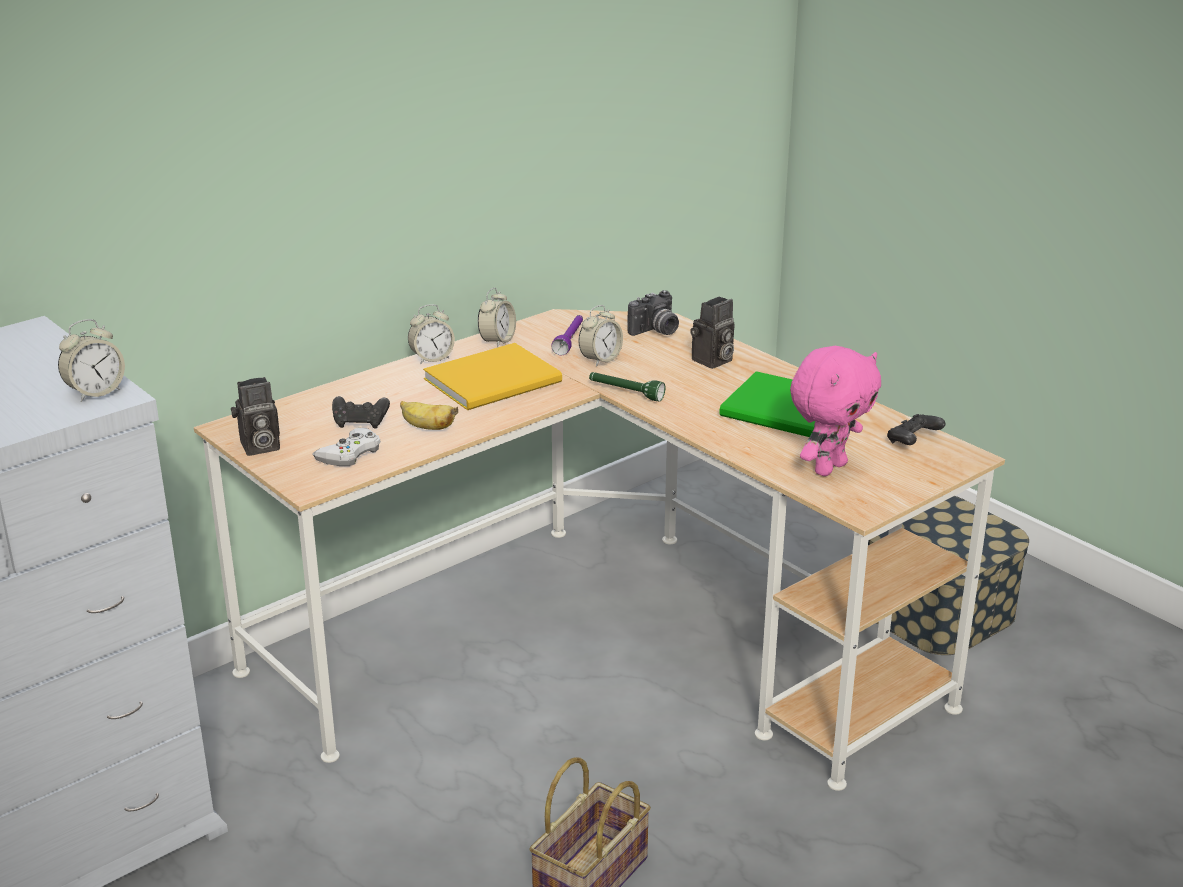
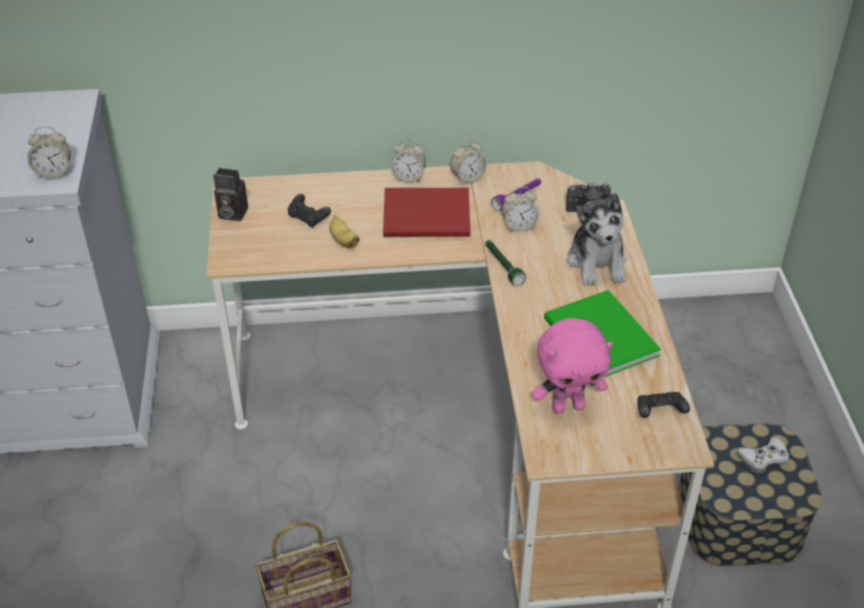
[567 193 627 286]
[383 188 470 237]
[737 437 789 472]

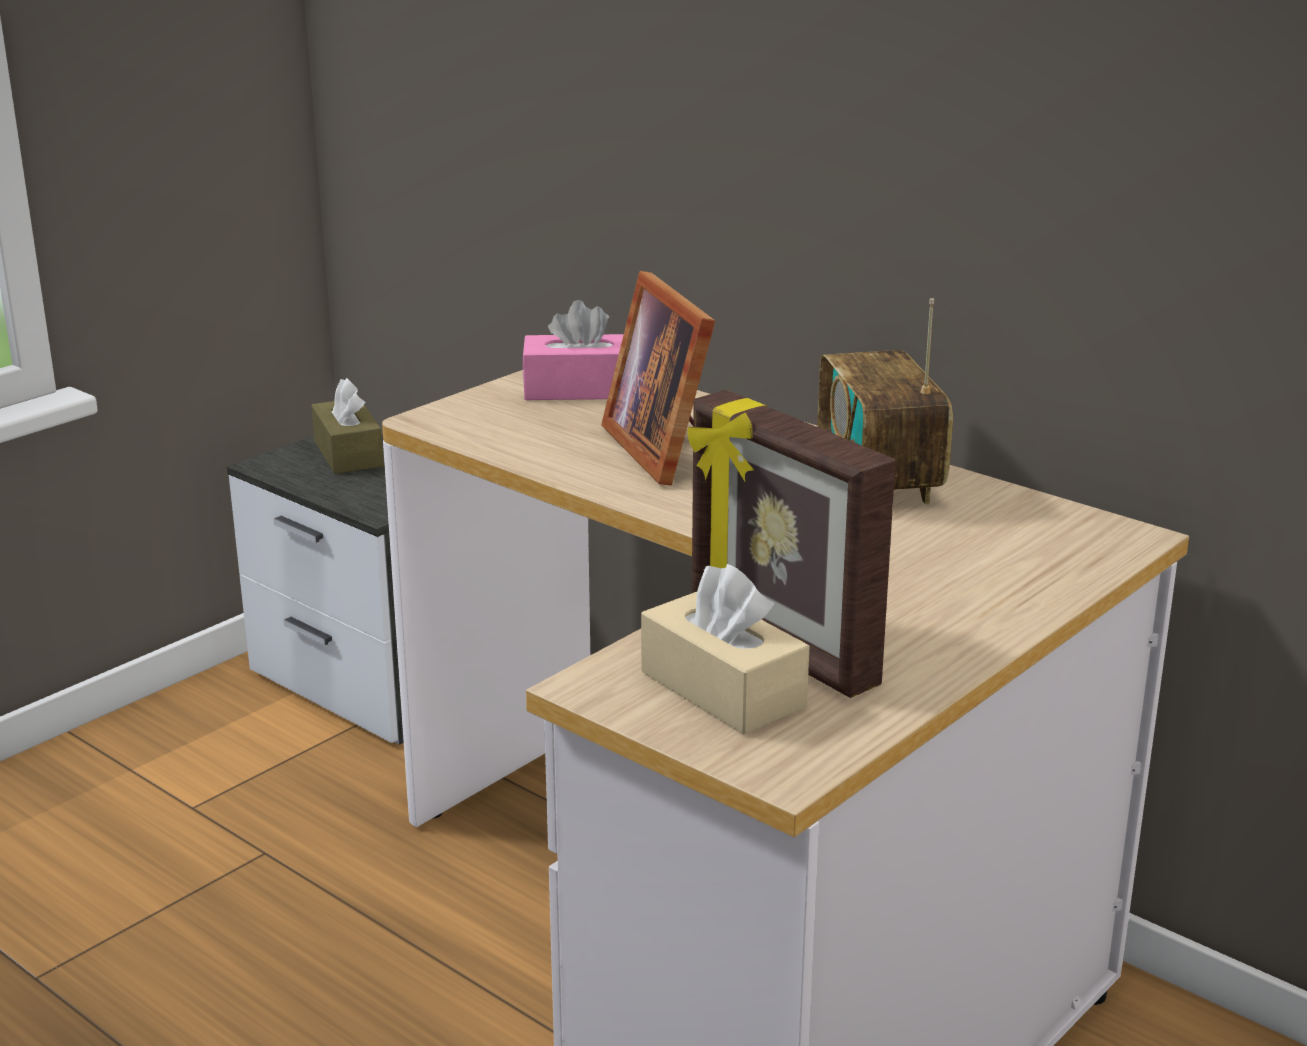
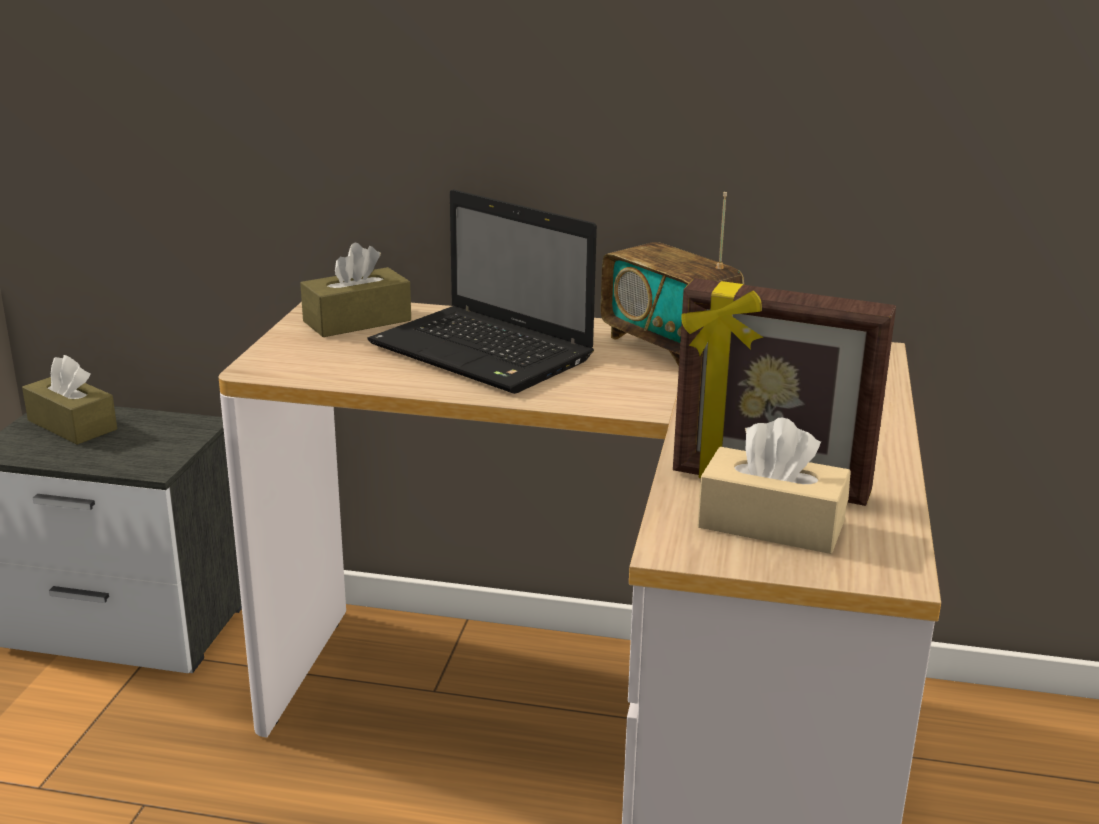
[367 190 597 394]
[300 243 411 337]

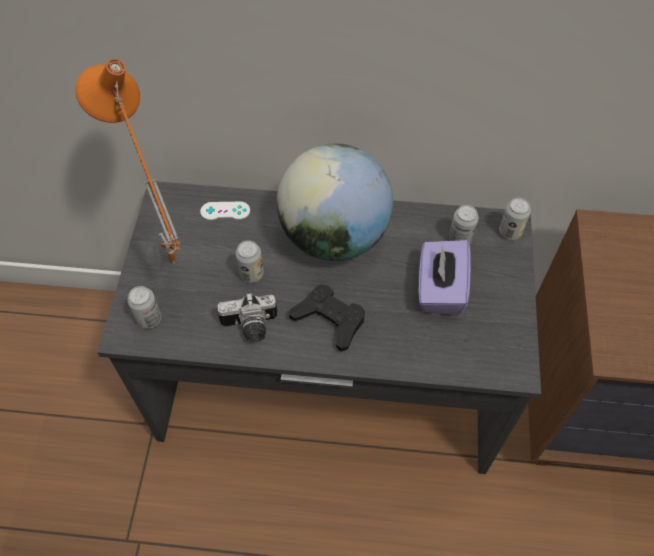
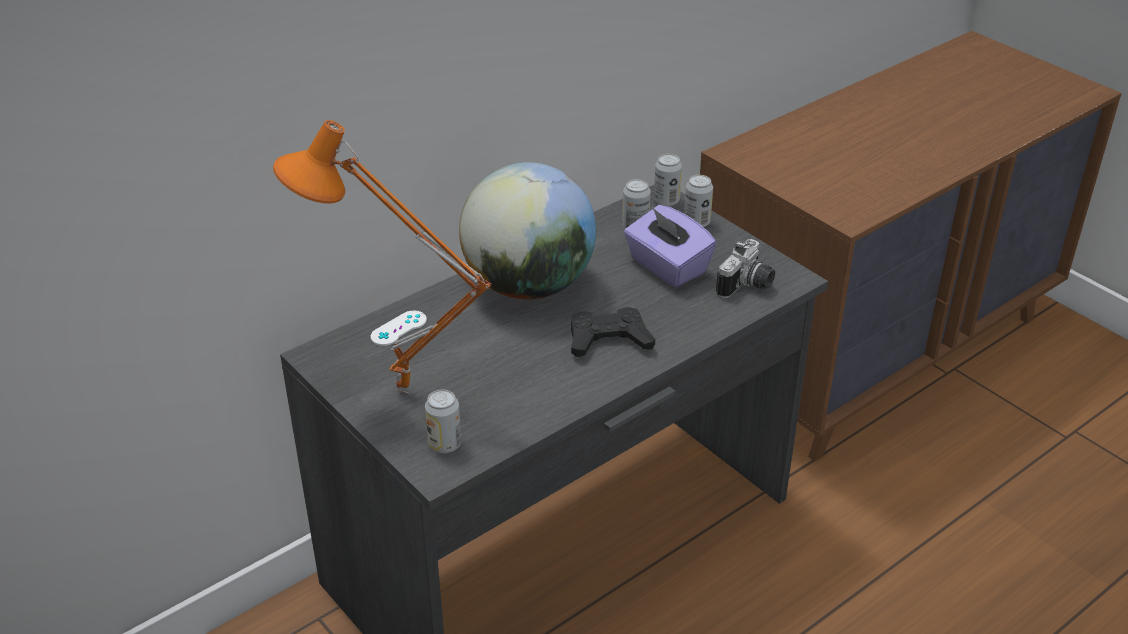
[684 175 713 227]
[716 239 775 298]

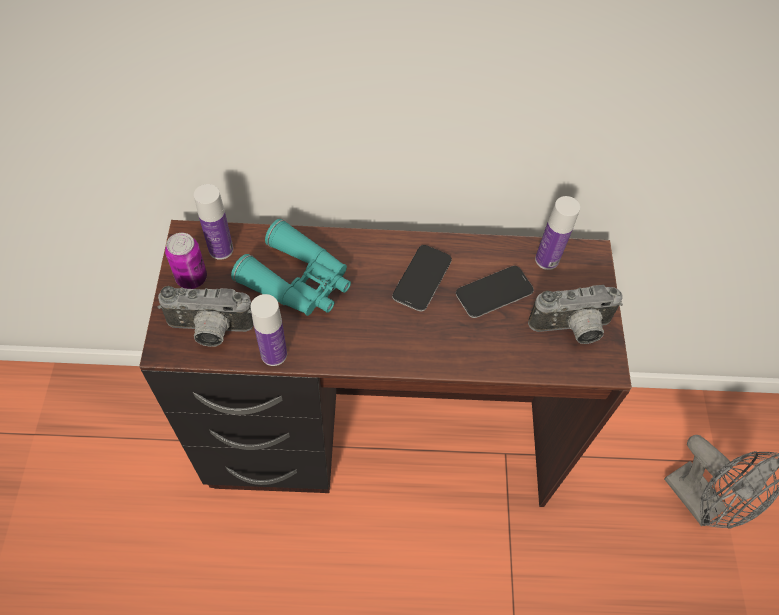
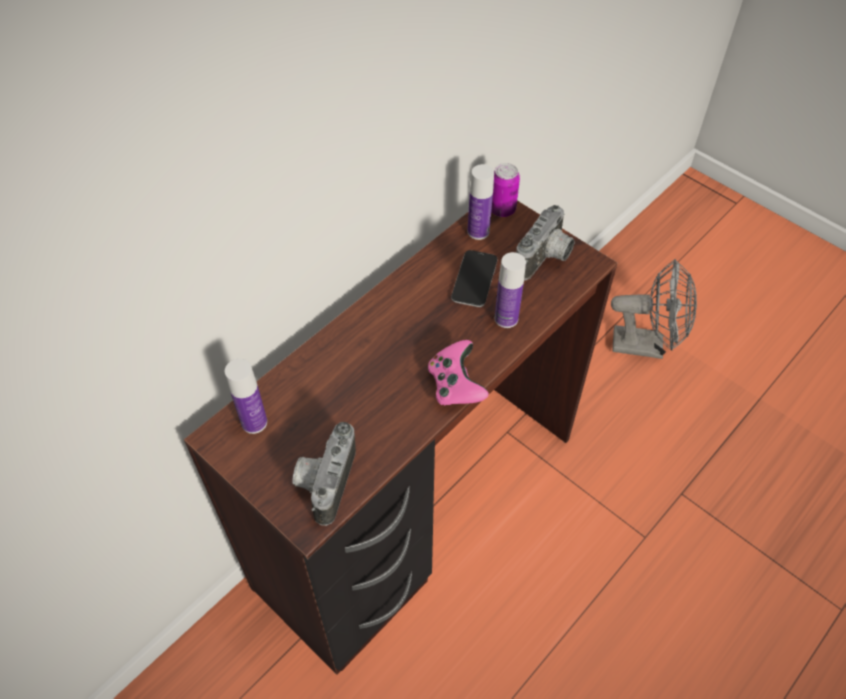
[231 219 351 316] (first image)
[491 163 520 217]
[392 245 452 312] (first image)
[292 422 356 526]
[495 252 526 328]
[428 340 489 406]

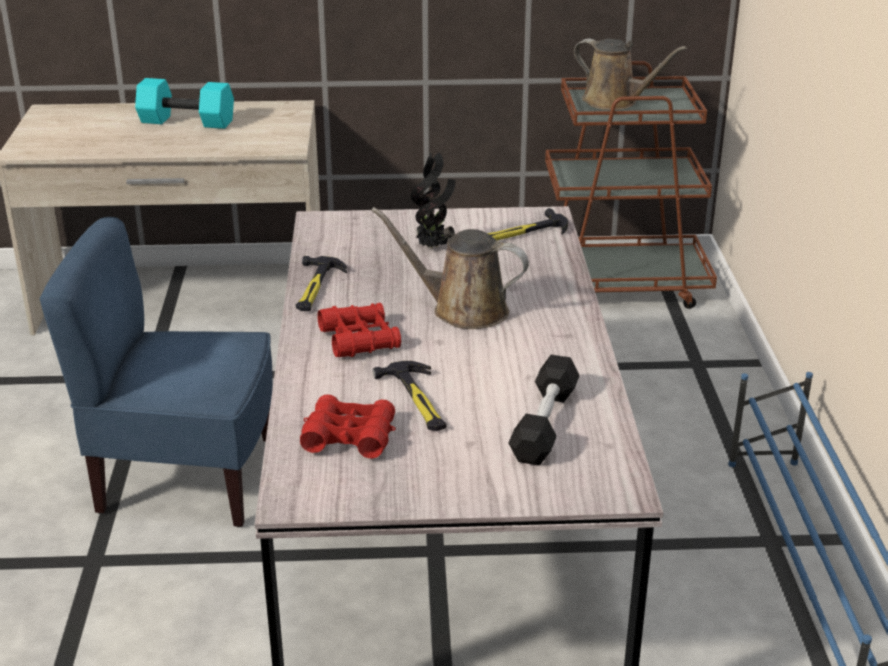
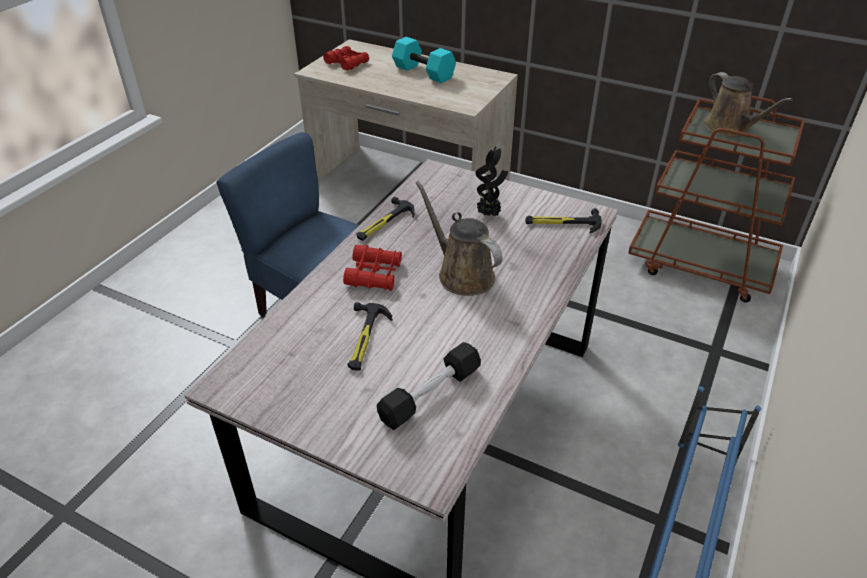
[323 46 369 70]

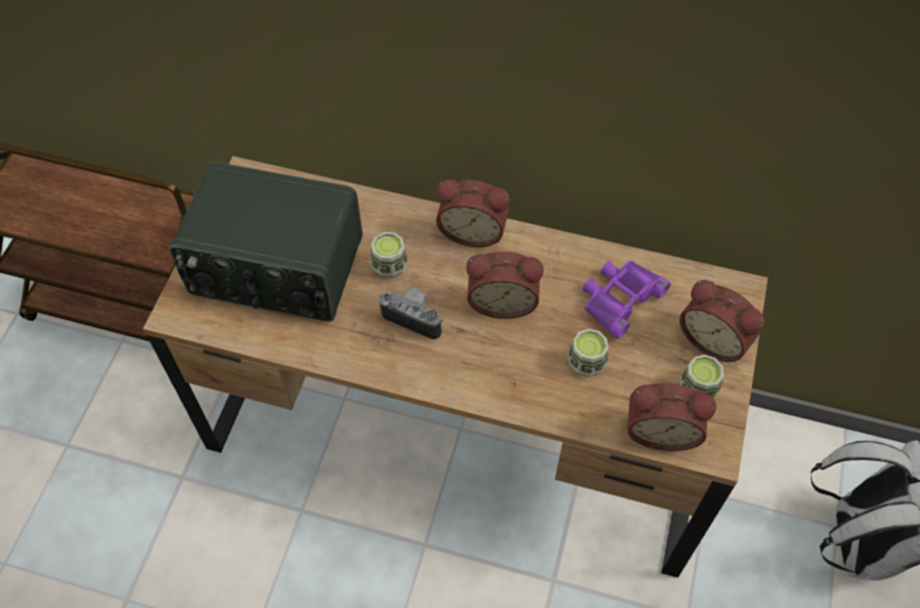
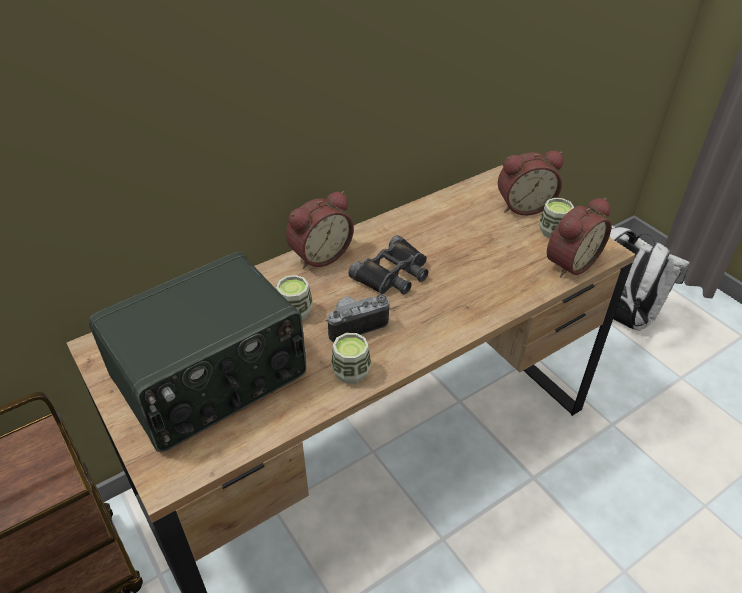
[348 235 428 294]
[582 261 671 339] (first image)
[331 333 371 384]

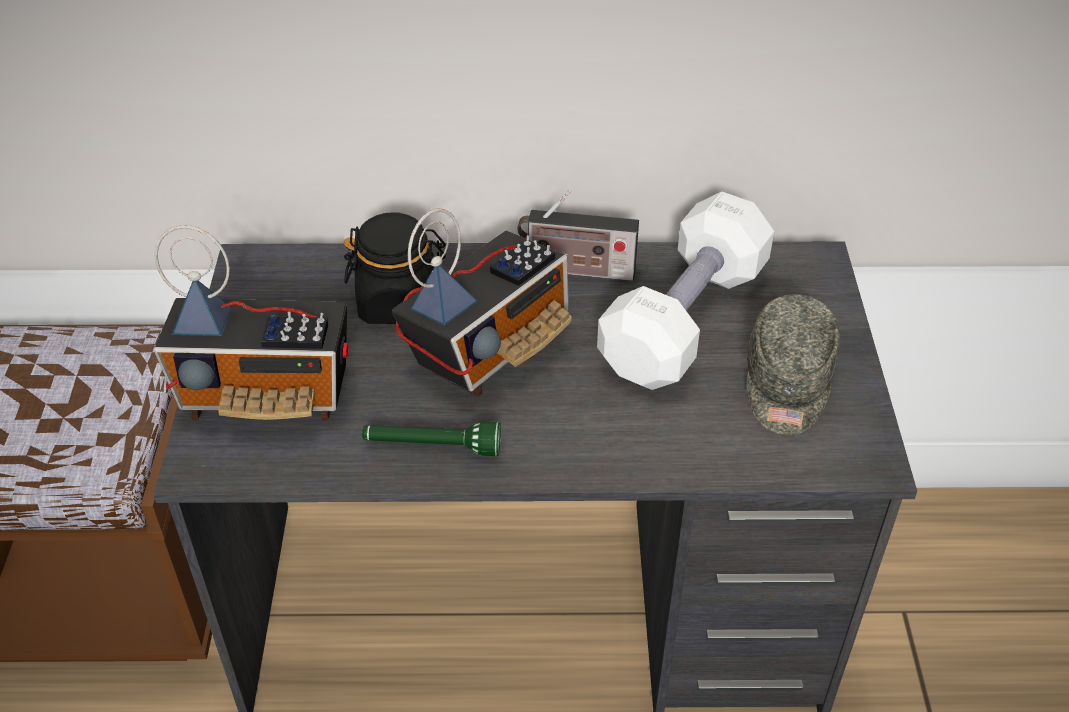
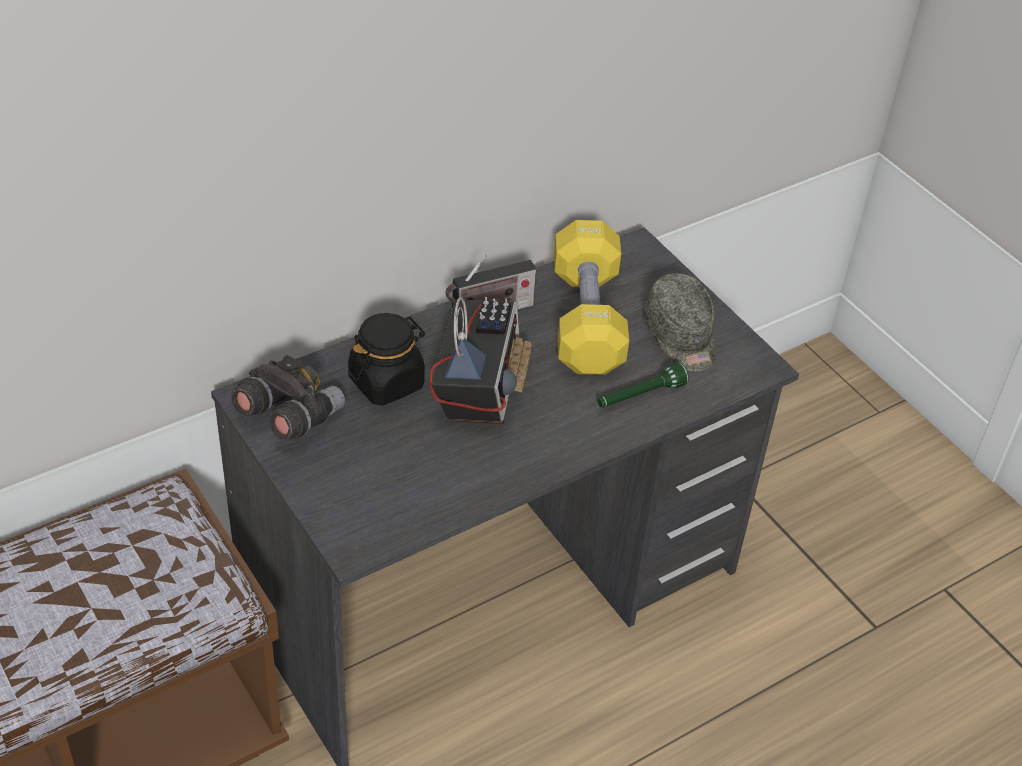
[554 220 629 375]
[154 225 348 421] (first image)
[598 362 689 408]
[231 355 345 441]

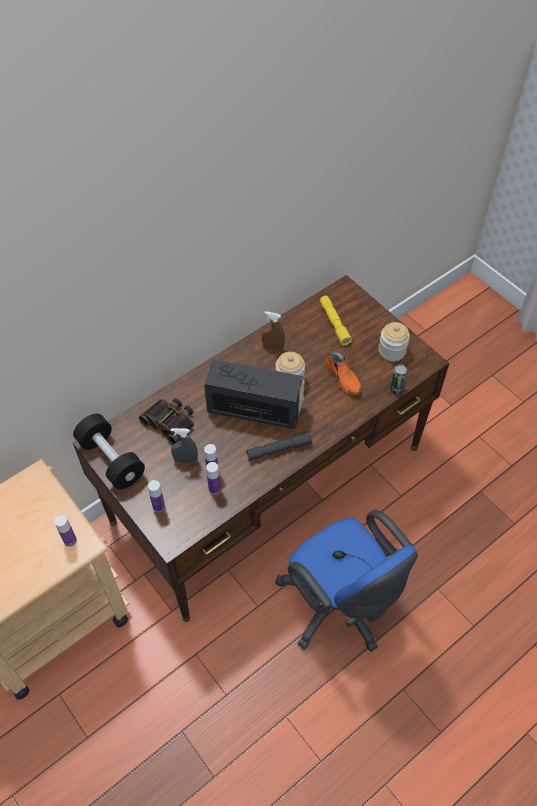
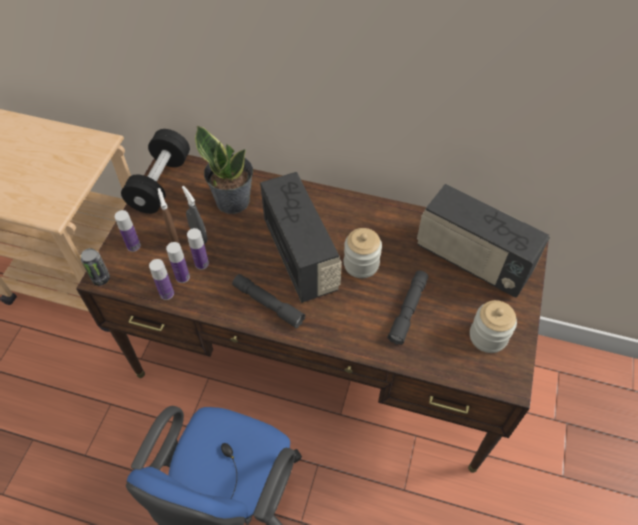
[417 184 550 298]
[158 188 180 244]
[387 271 428 345]
[81 248 110 286]
[195 126 253 214]
[149 259 174 300]

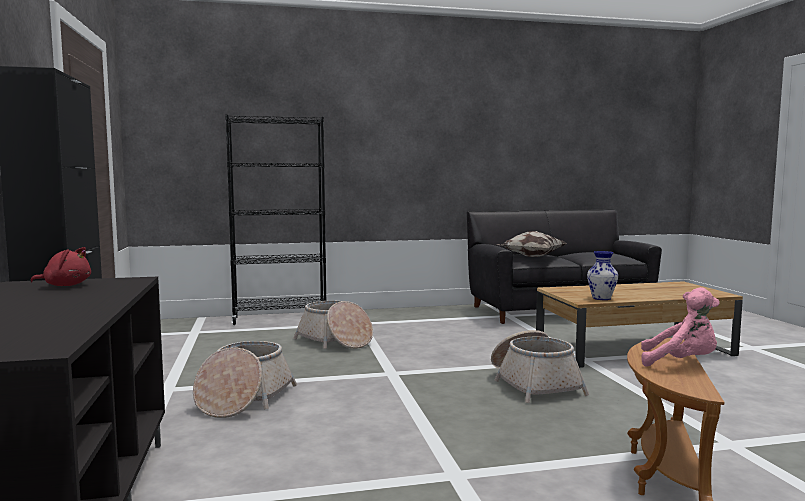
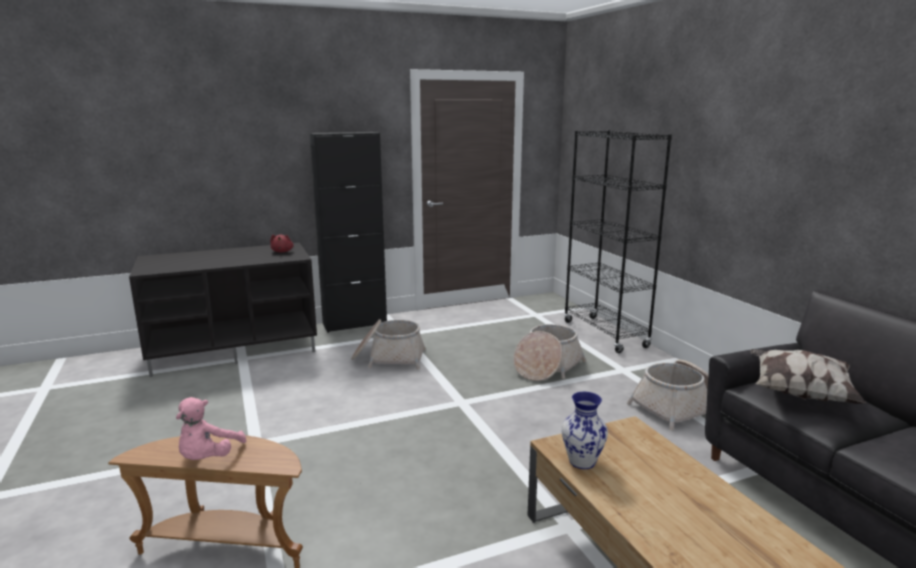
[627 360 709 431]

